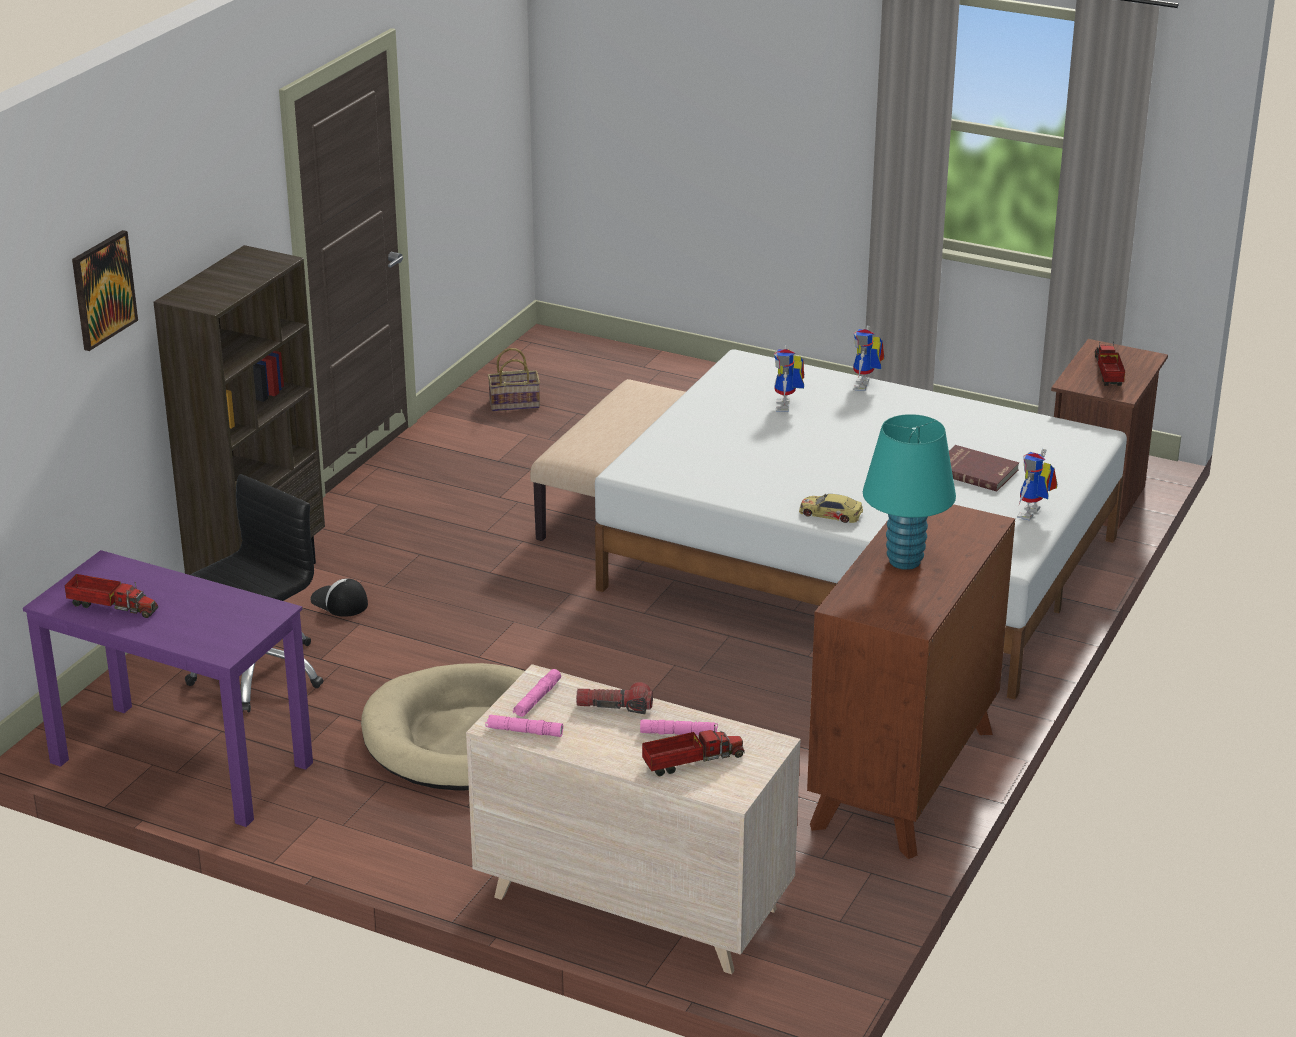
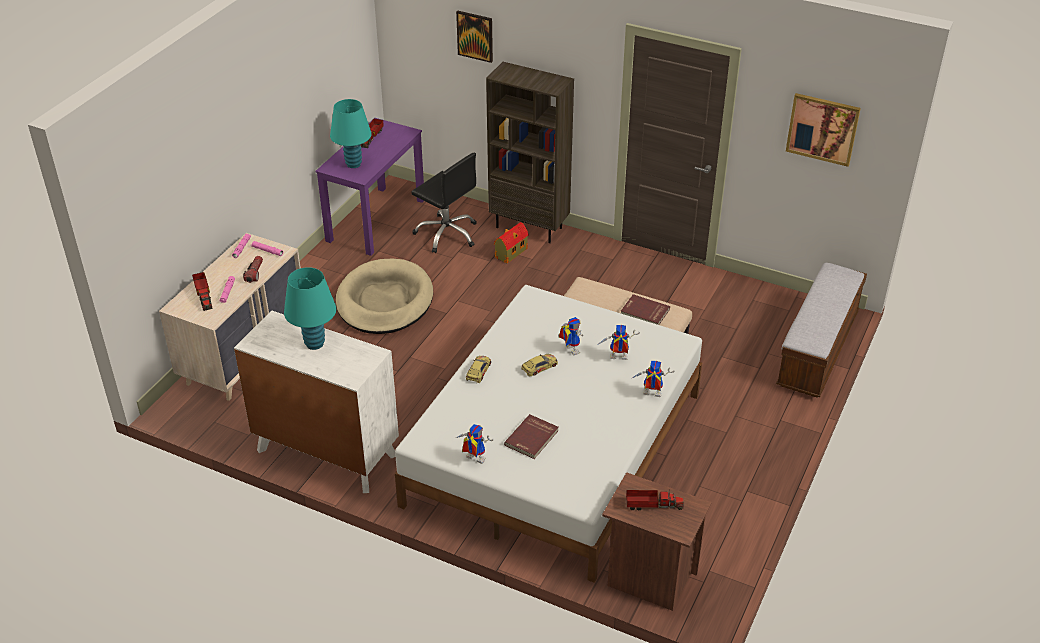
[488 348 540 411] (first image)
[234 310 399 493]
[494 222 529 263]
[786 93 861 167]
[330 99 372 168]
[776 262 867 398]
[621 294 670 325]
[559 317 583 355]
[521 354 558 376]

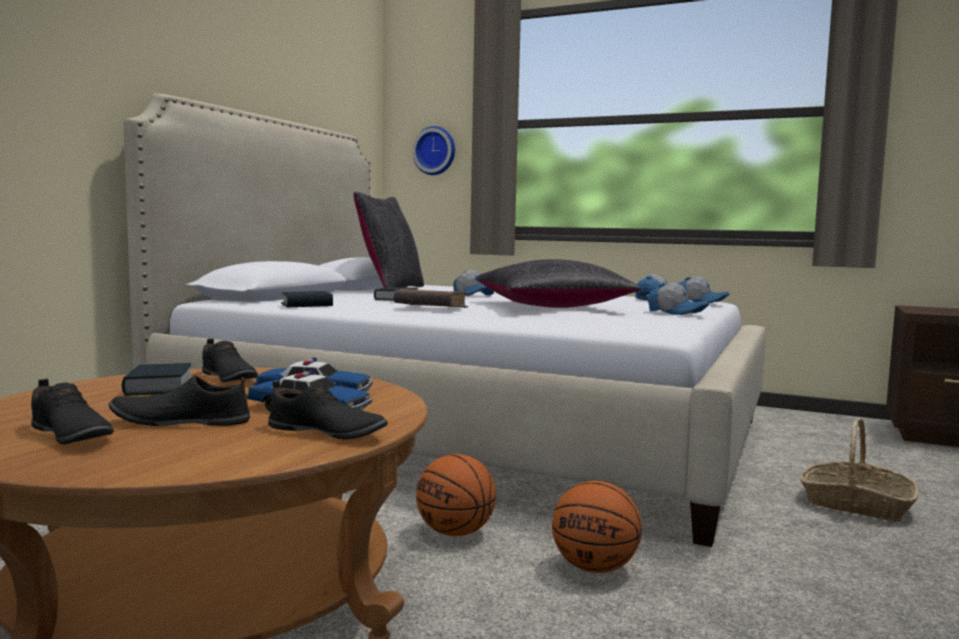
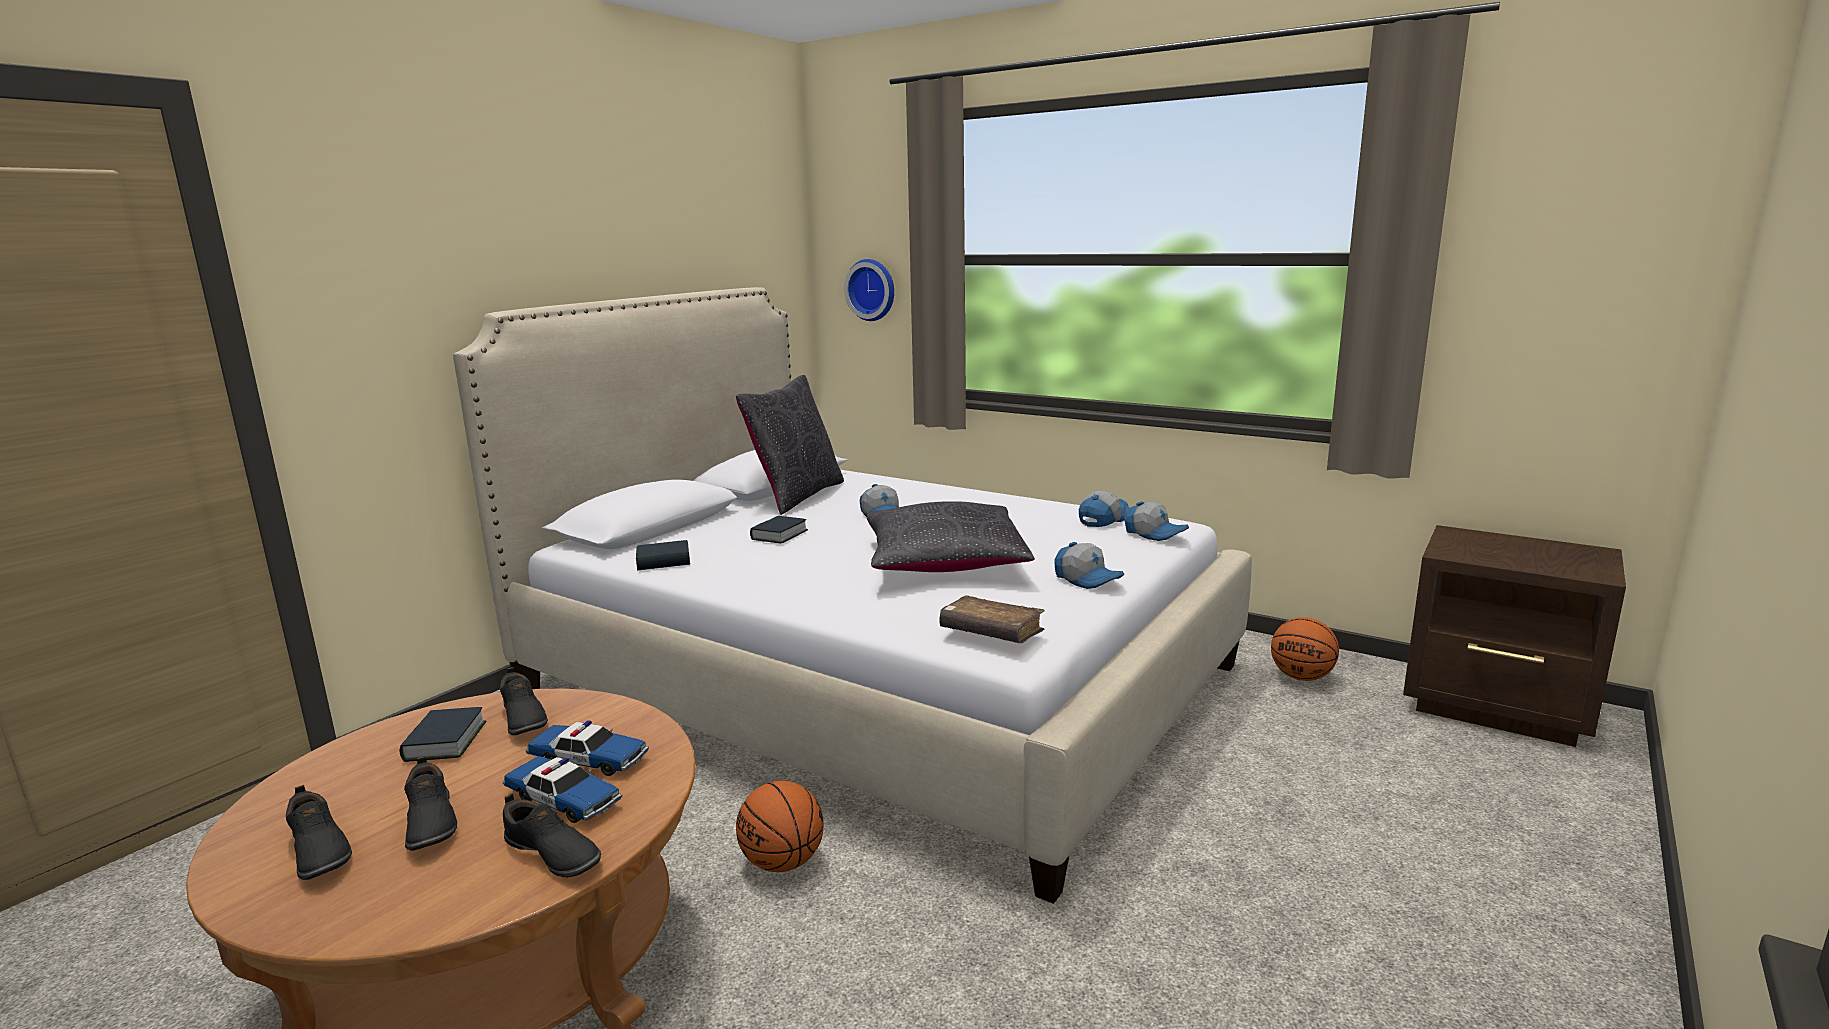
[939 595 1045 643]
[404 756 457 851]
[800 418 919 521] (first image)
[1271 617 1339 681]

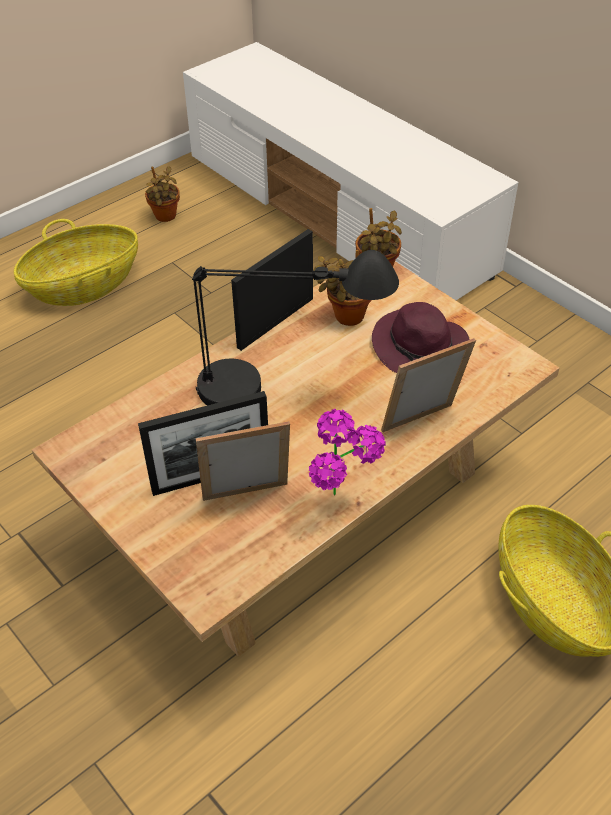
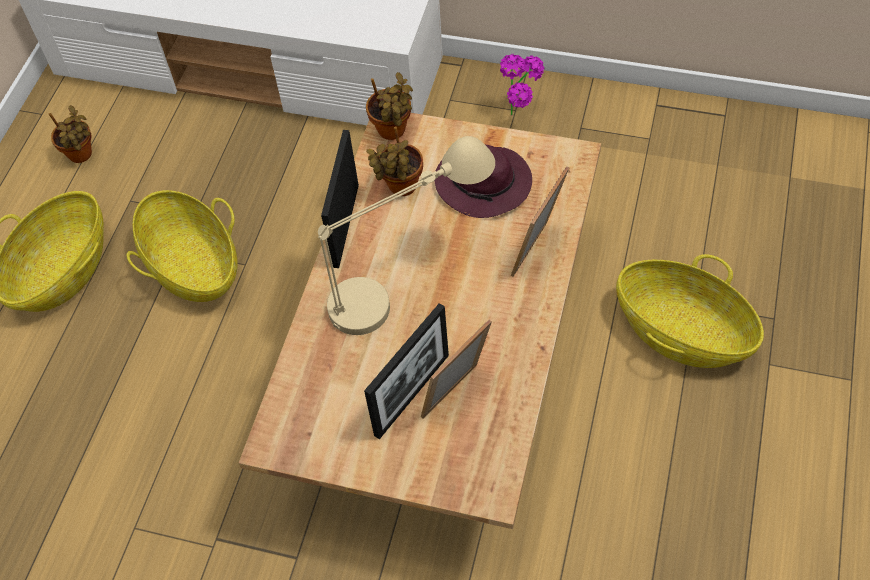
[318 136 495 335]
[500 54 544 115]
[127 190 238 302]

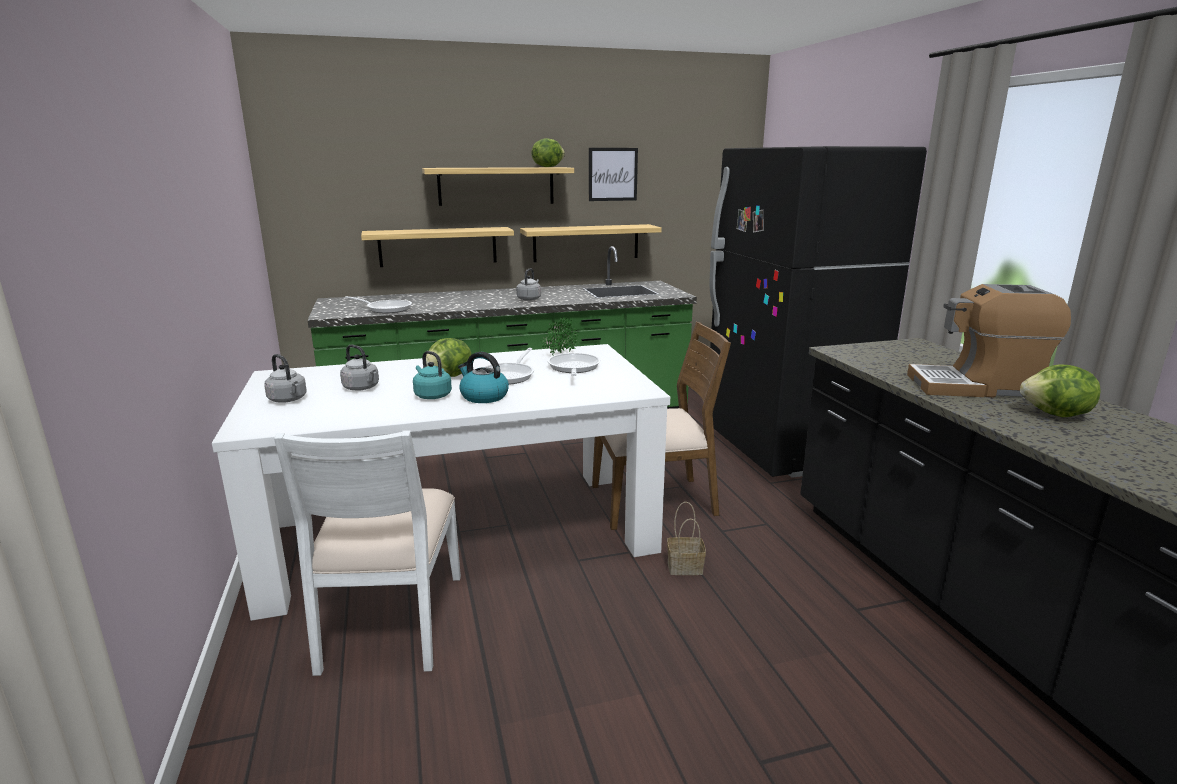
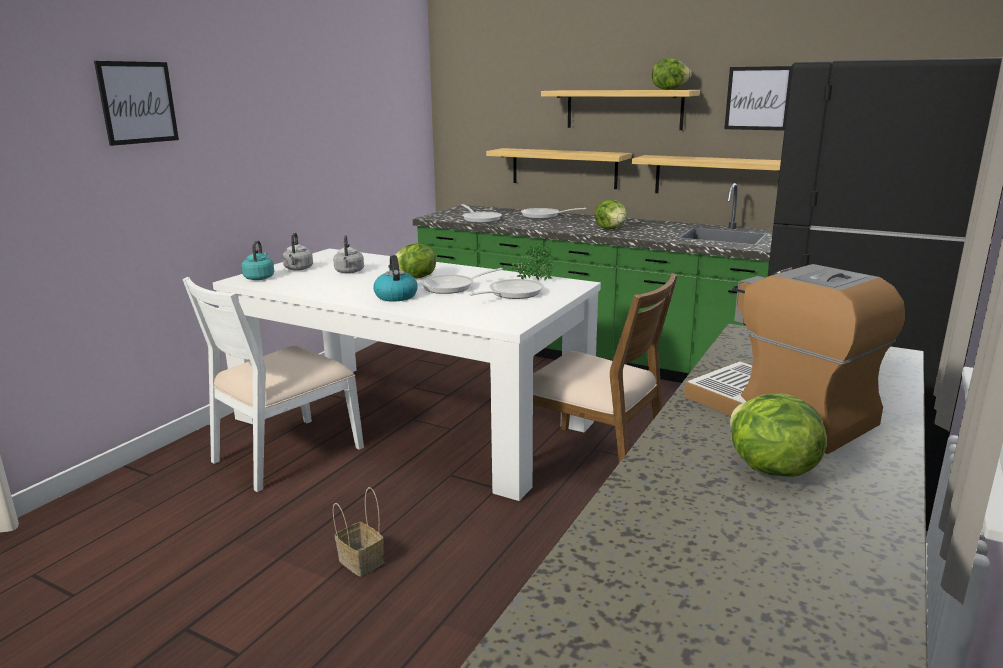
[595 200 627 229]
[241 240 274 280]
[333 487 384 577]
[94 61 179 146]
[521 208 586 219]

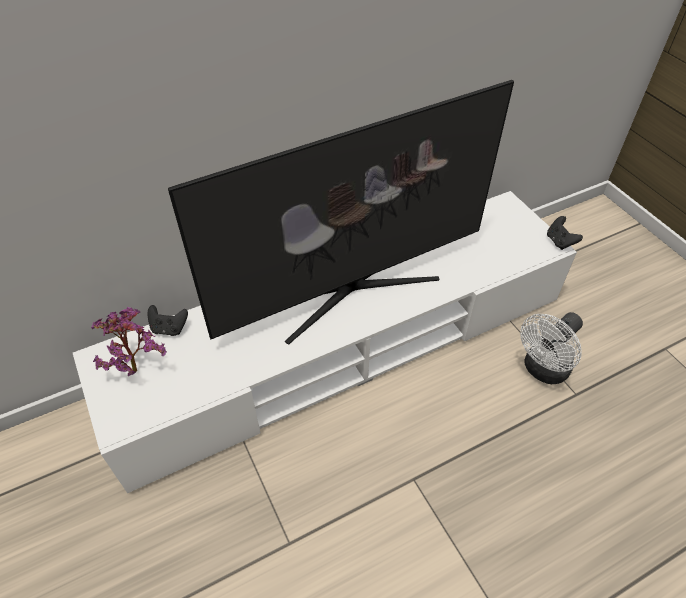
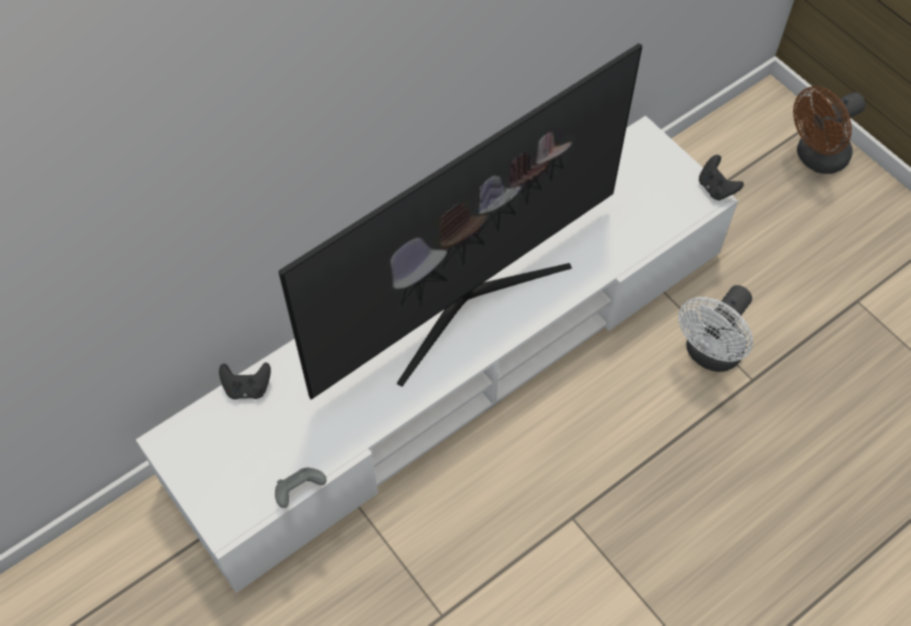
[91 307 167 376] (first image)
[793 86 866 174]
[275 468 327 508]

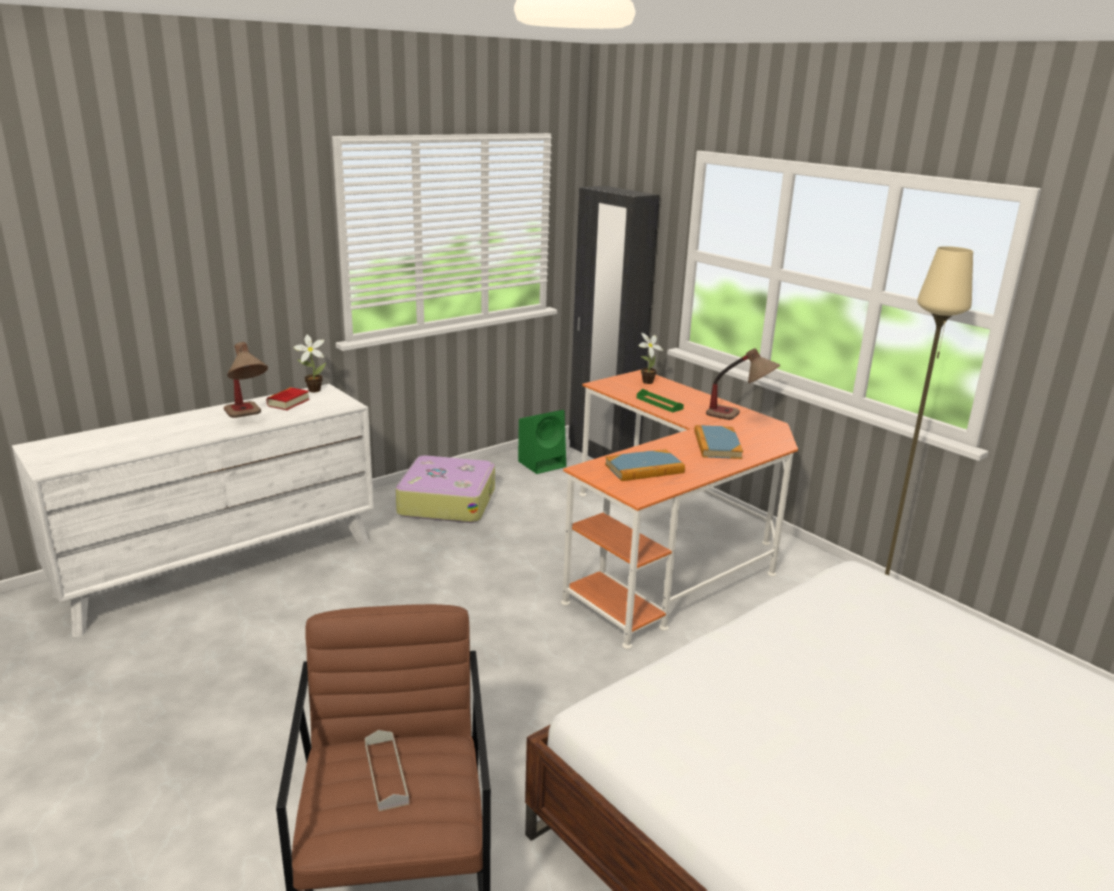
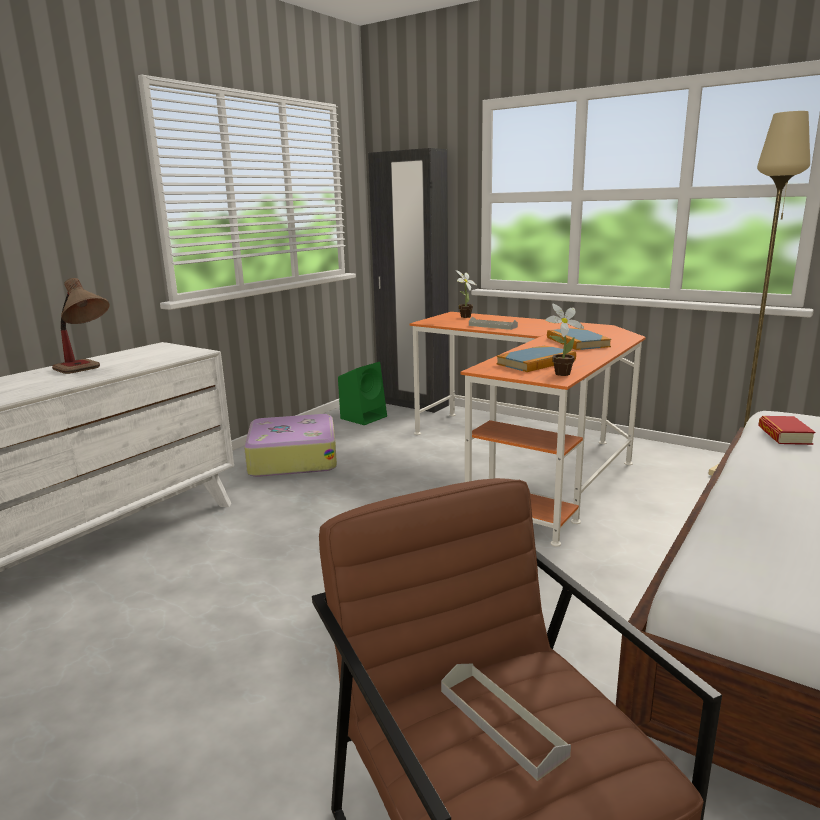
[545 303 584 376]
[706 348 780 420] (first image)
[758 416 815 445]
[469 317 518 330]

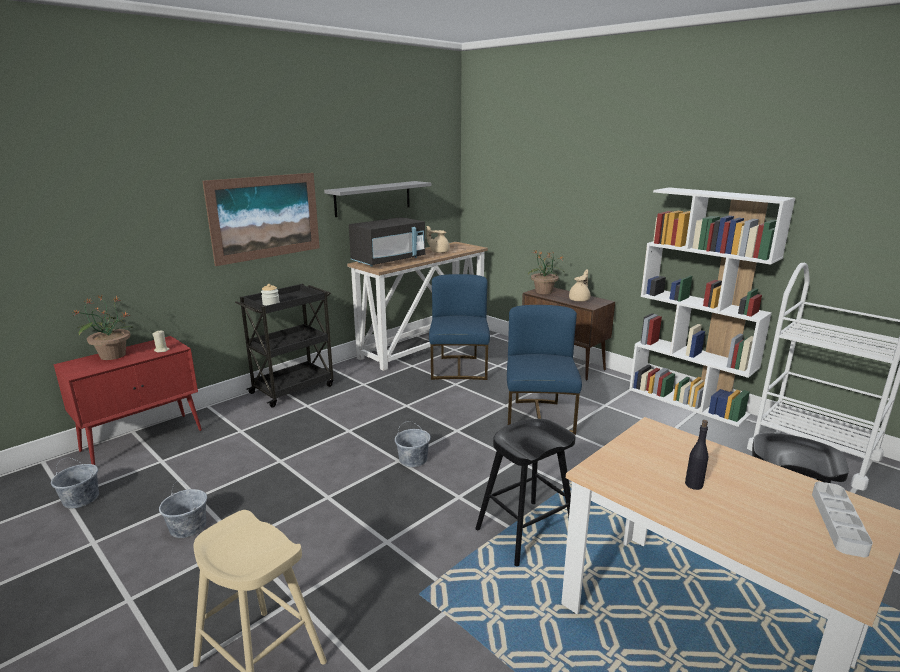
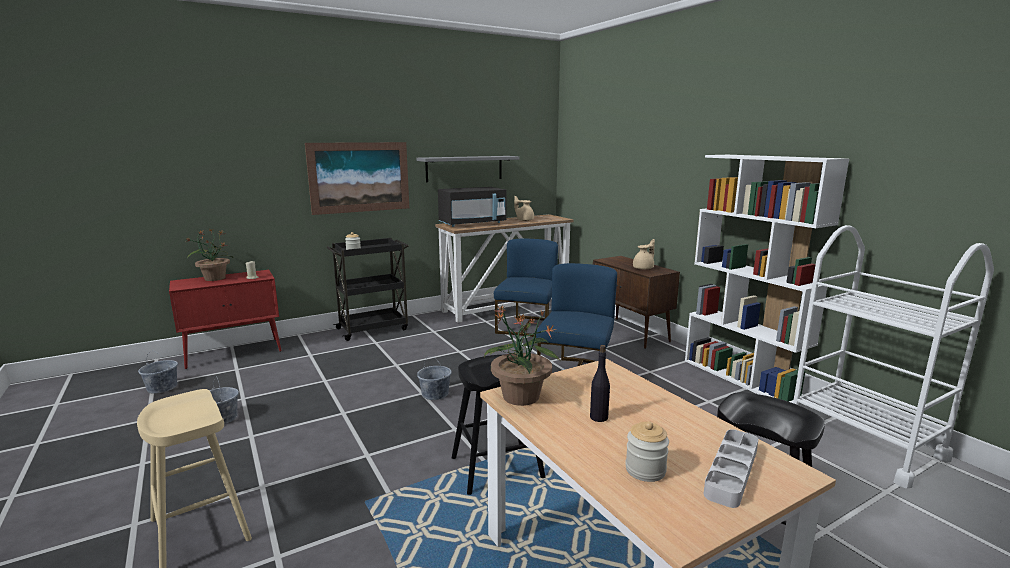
[484 305 560 406]
[625 421 669 482]

